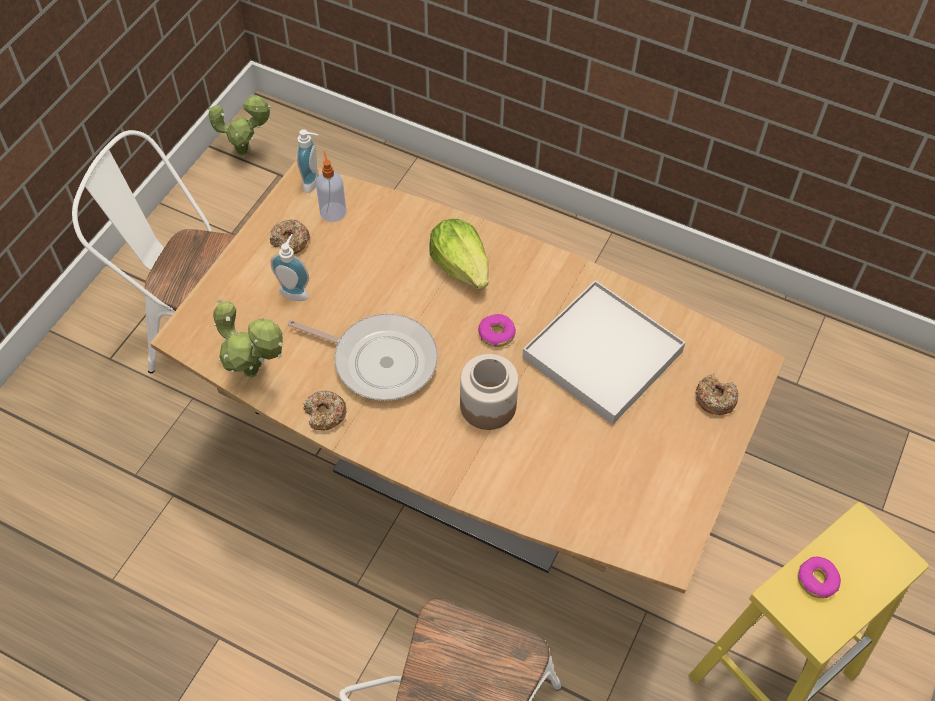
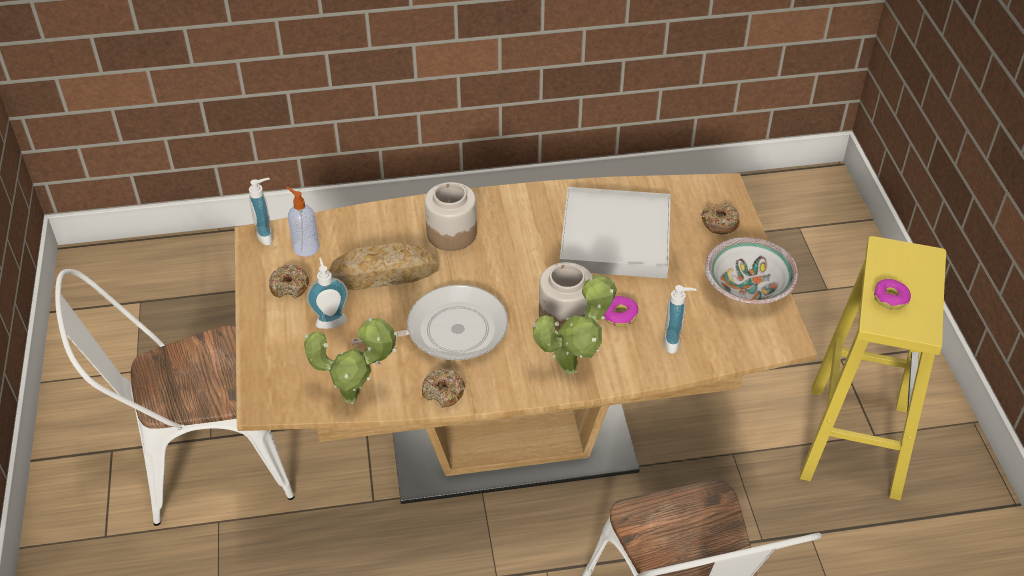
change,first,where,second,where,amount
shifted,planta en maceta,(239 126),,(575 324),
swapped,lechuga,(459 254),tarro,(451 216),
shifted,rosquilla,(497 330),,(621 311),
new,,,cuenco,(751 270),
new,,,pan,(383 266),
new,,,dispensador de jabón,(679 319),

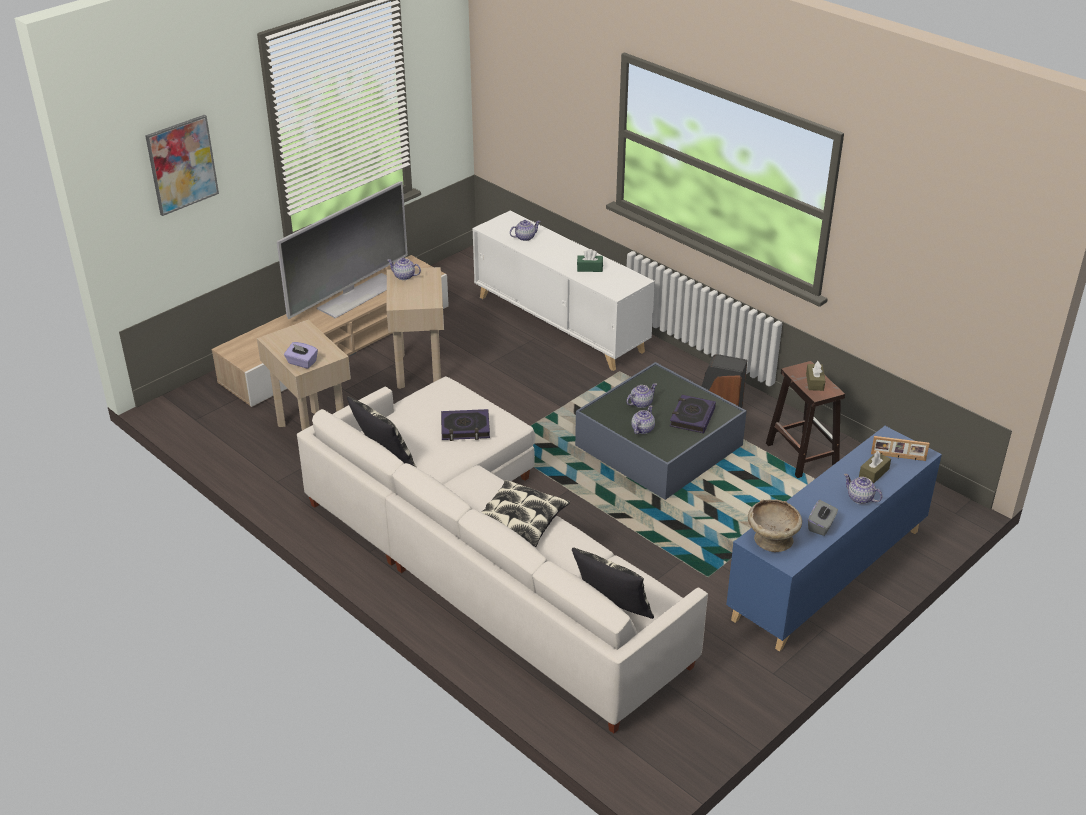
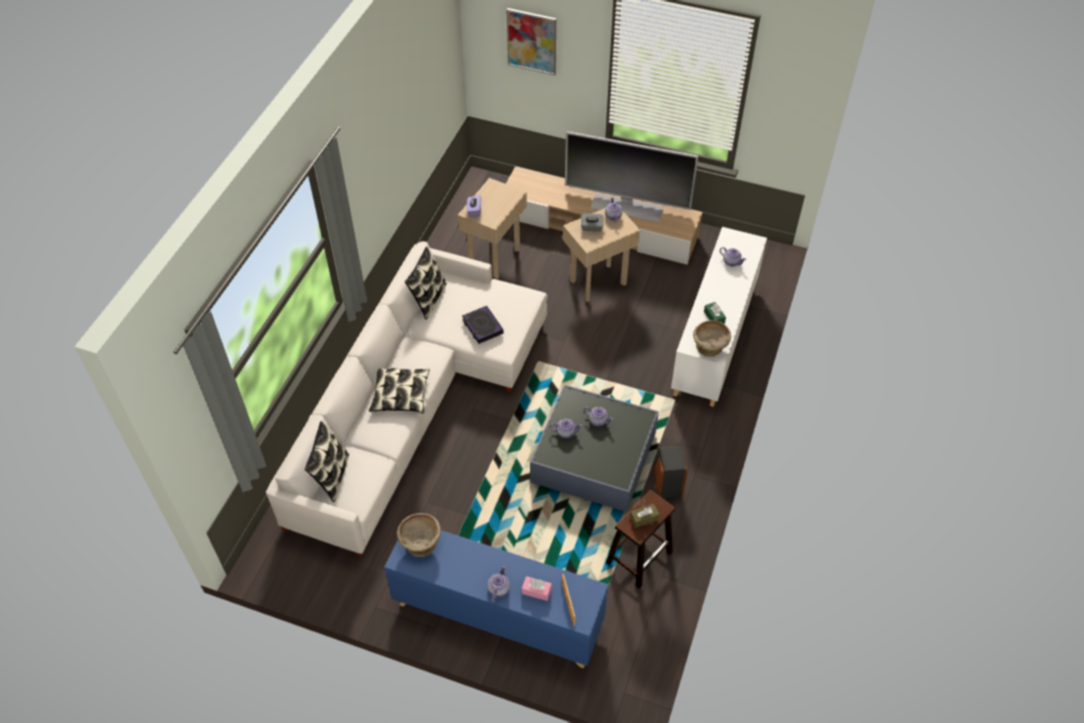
change,first,where,second,where,amount
gone,libro,(693 414),,,
repainted,caja de pañuelos [marrón],(875 467),caja de pañuelos [rosa],(537 588),
shifted,caja de pañuelos [gris],(823 518),,(592 223),
new,,,cuenco [beis],(712 338),

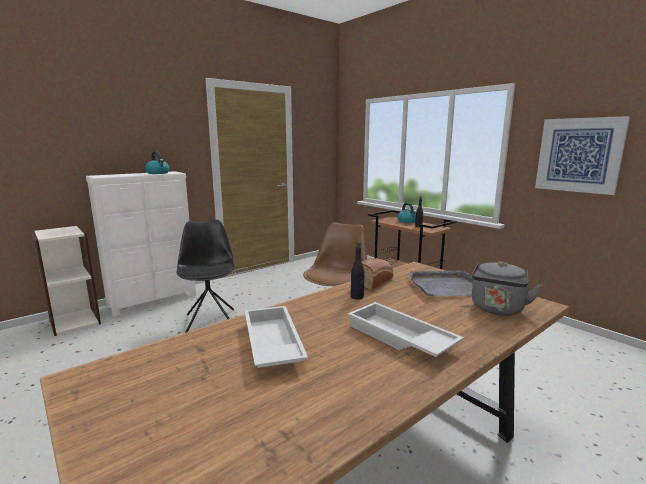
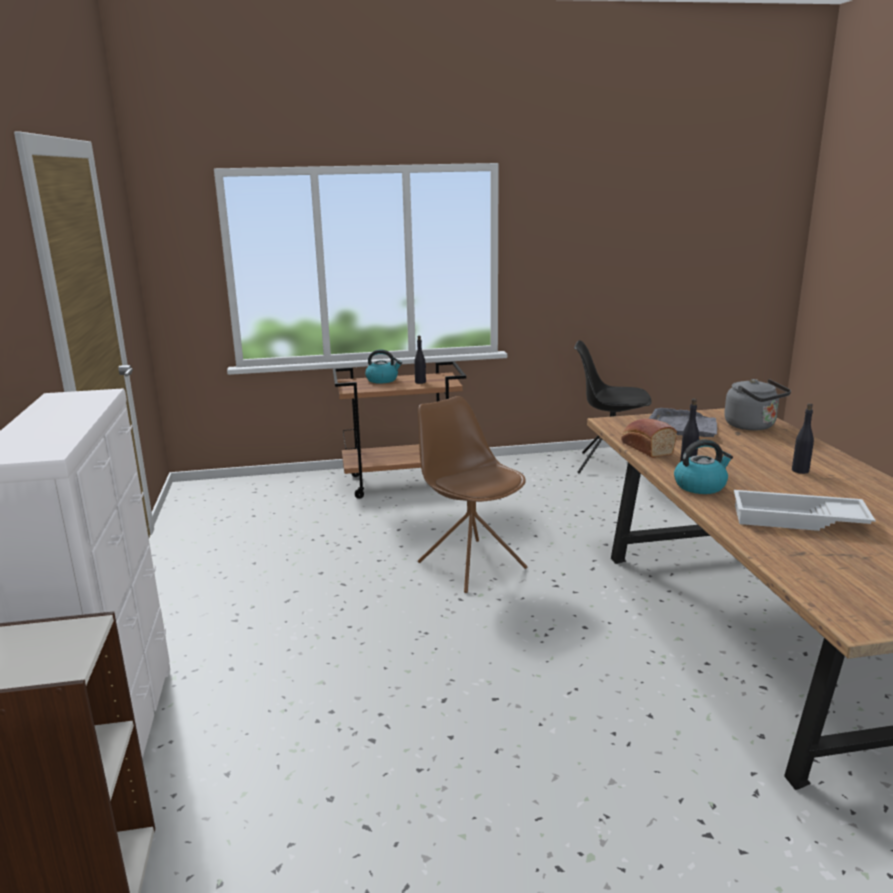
change,first,where,second,where,amount
gone,cuadro,(582 155),,,
shifted,hervidor,(157 162),,(703 467),
shifted,silla [negro],(206 276),,(613 408),
swapped,bandeja [blanco],(406 329),botella [negro],(803 438),

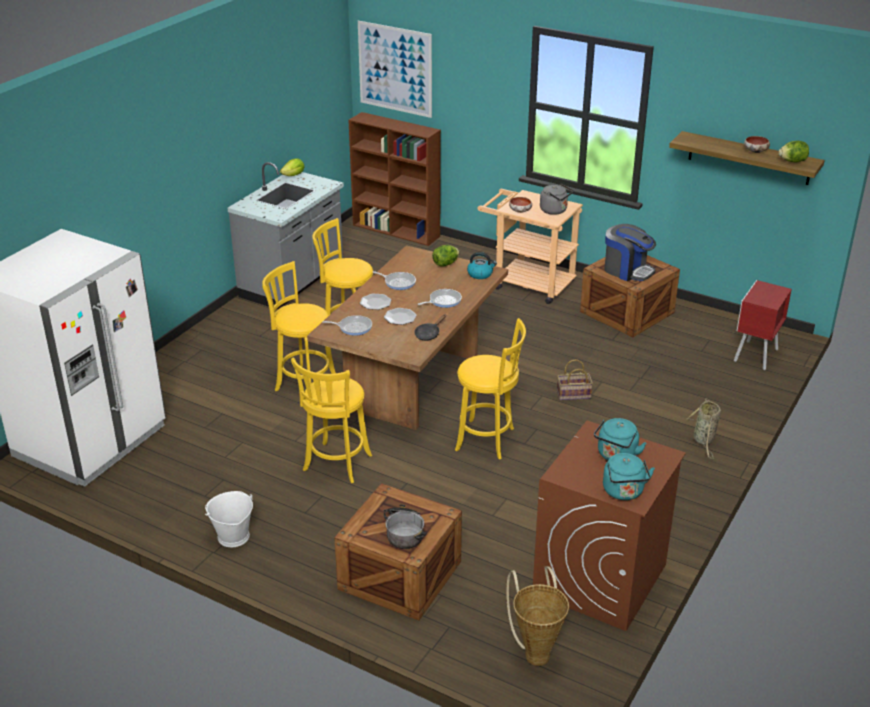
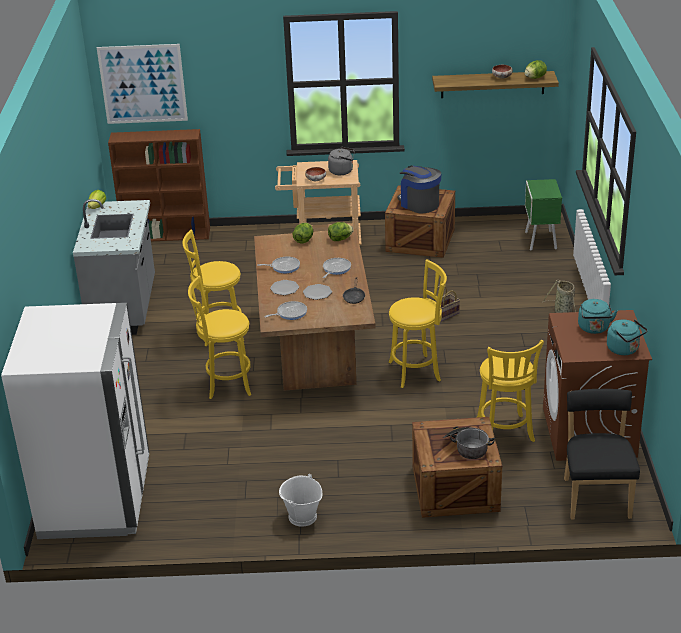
change,first,where,second,where,amount
rotated,cafetera,(630 252),,(419 189),135 degrees counterclockwise
swapped,hervidor,(482 265),lechuga,(340 231),
repainted,mesita de noche [rojo],(763 325),mesita de noche [verde],(543 214),
shifted,taburete [amarillo],(331 420),,(510 391),
swapped,cesta,(537 616),silla [negro],(602 454),

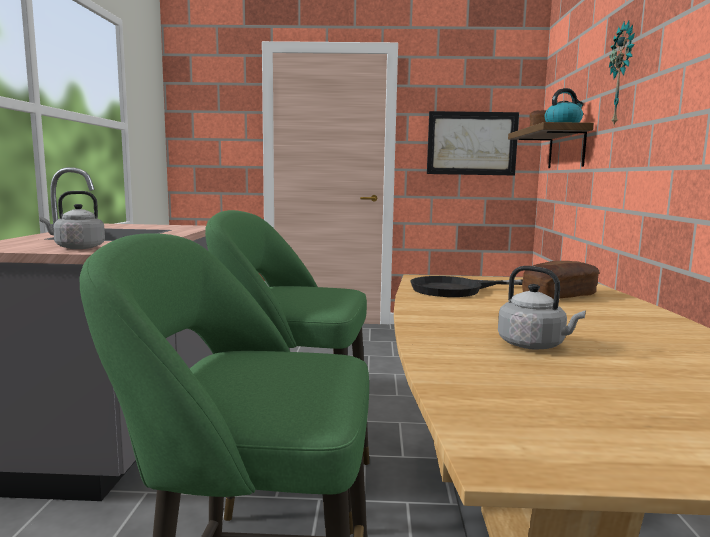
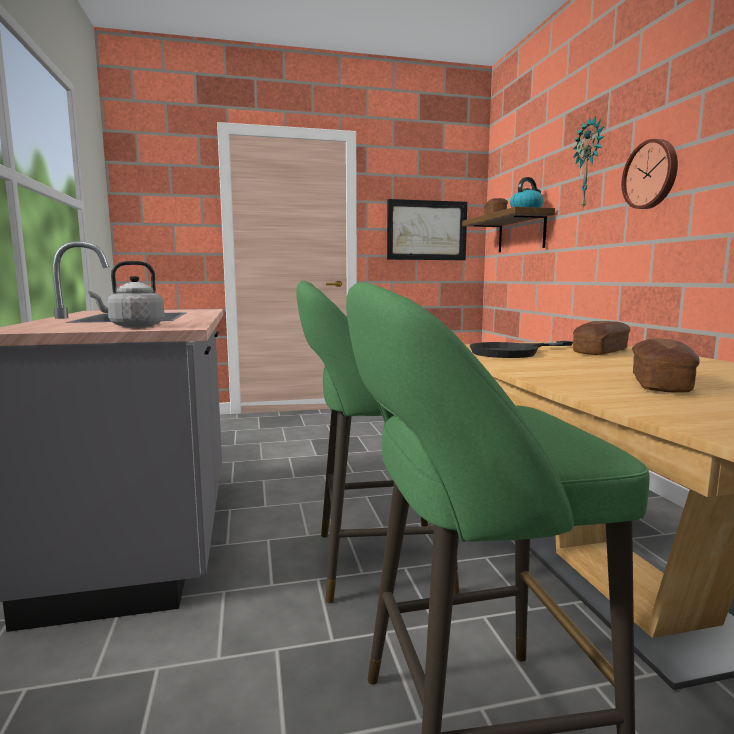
change,first,where,second,where,amount
swapped,hervidor [gris],(542 308),pan,(666 366),
new,,,reloj de pared,(650 174),

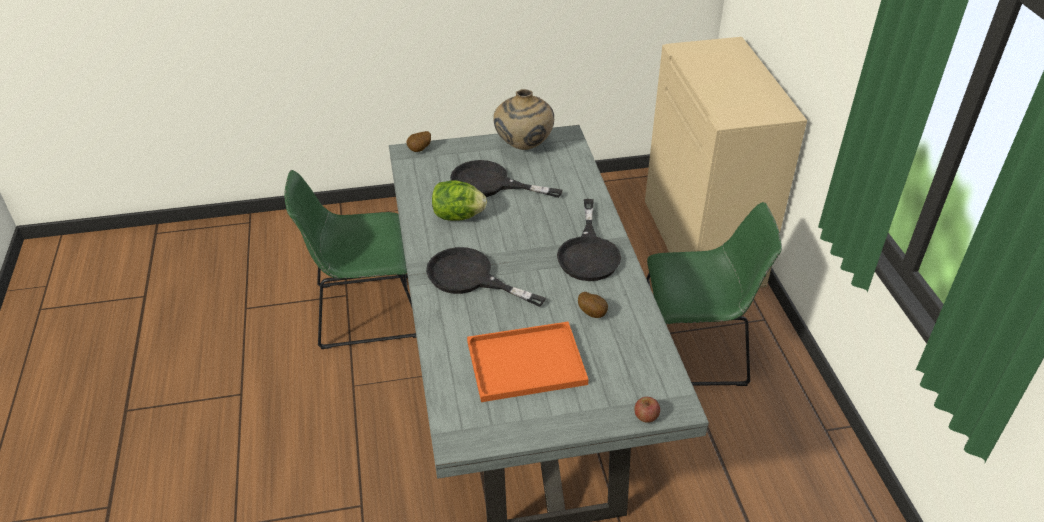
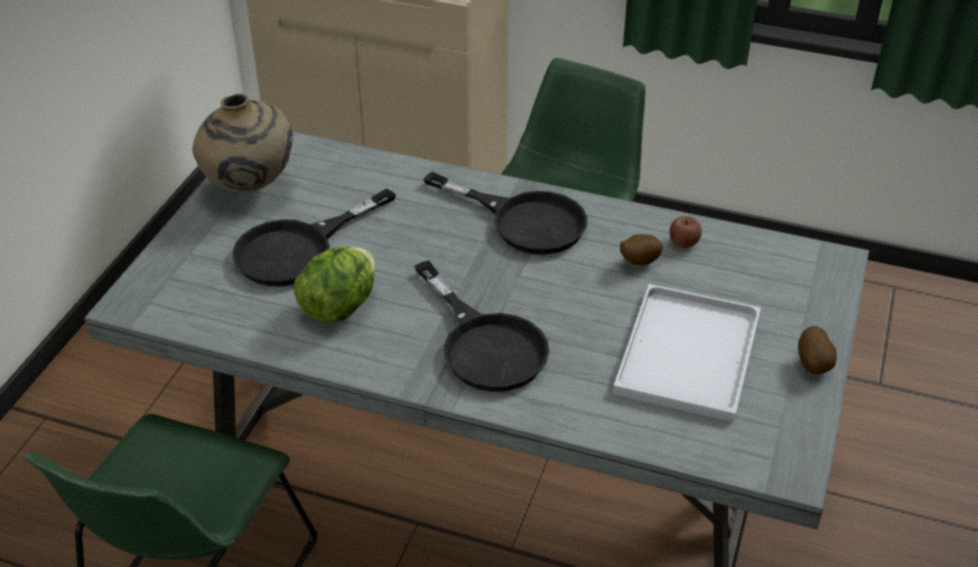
change,first,where,second,where,amount
shifted,patata,(418 141),,(817 350),
rotated,sartén [negro],(486 277),,(482 326),90 degrees counterclockwise
repainted,bandeja [naranja],(528 362),bandeja [blanco],(687 353),
shifted,manzana,(647 410),,(685 232),

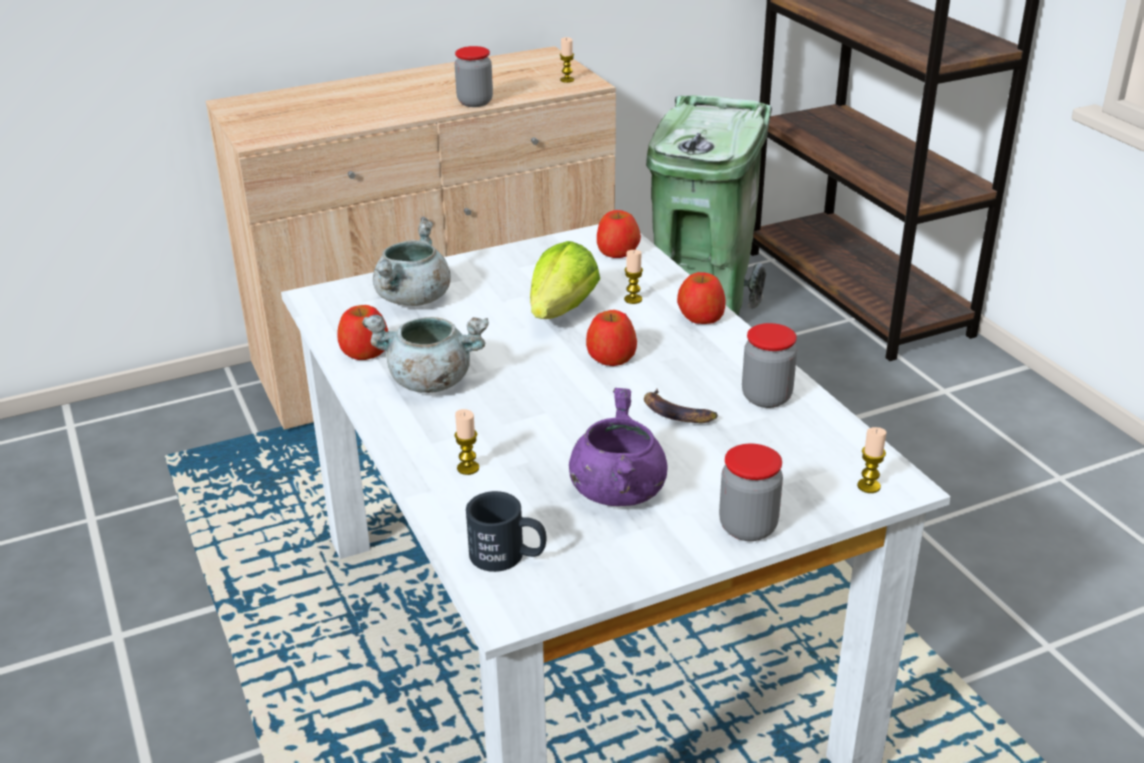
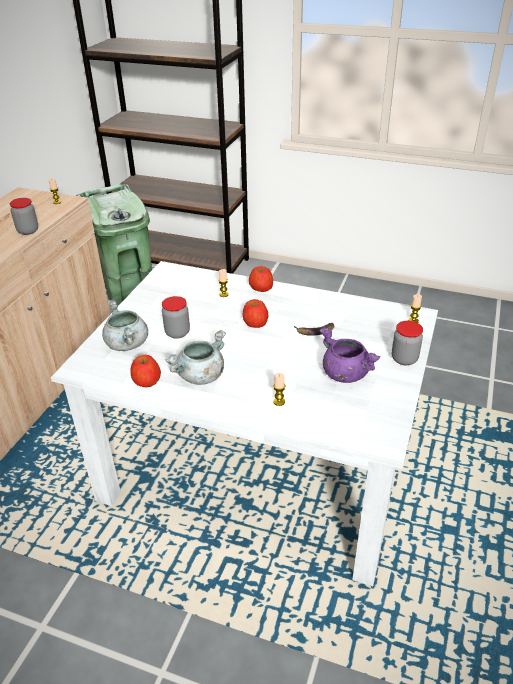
change,first,where,second,where,amount
gone,manzana,(619 234),,,
gone,lechuga,(565 280),,,
shifted,tarro,(769 365),,(176 317),
gone,taza grande [negro],(506 531),,,

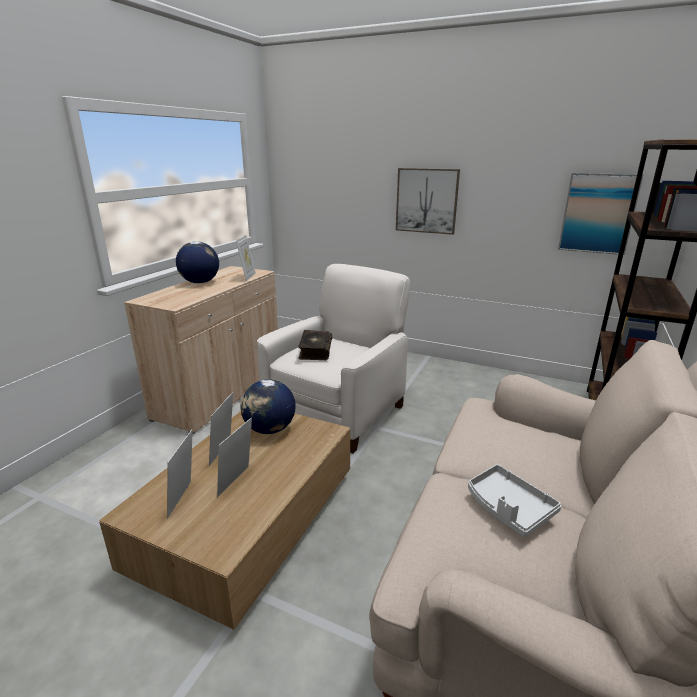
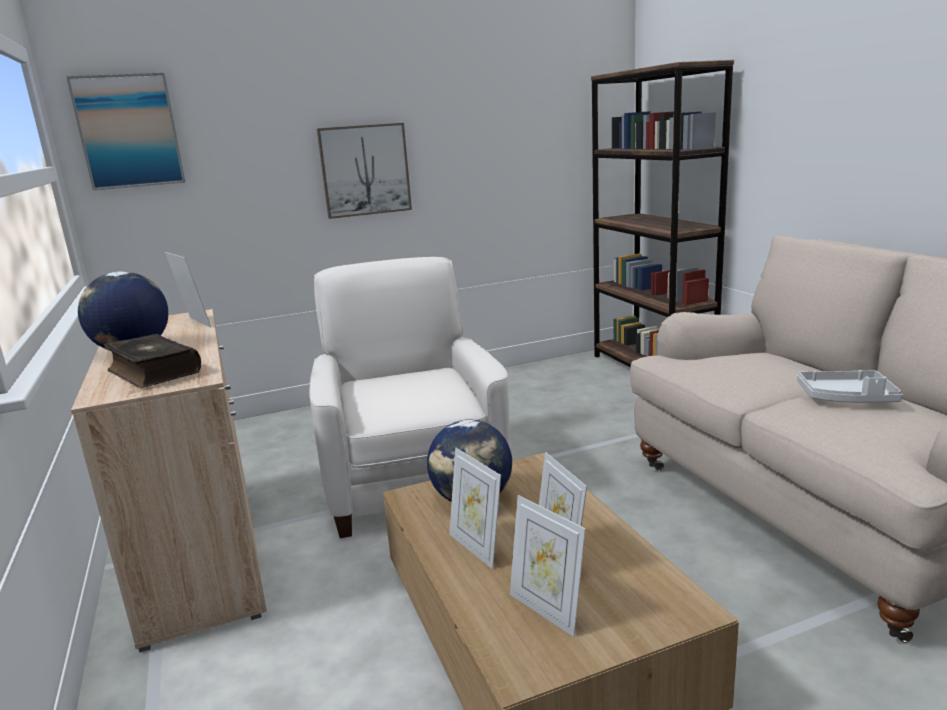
change,first,where,second,where,amount
shifted,cuadro,(600 214),,(125 131),
shifted,libro,(315 345),,(152 361),

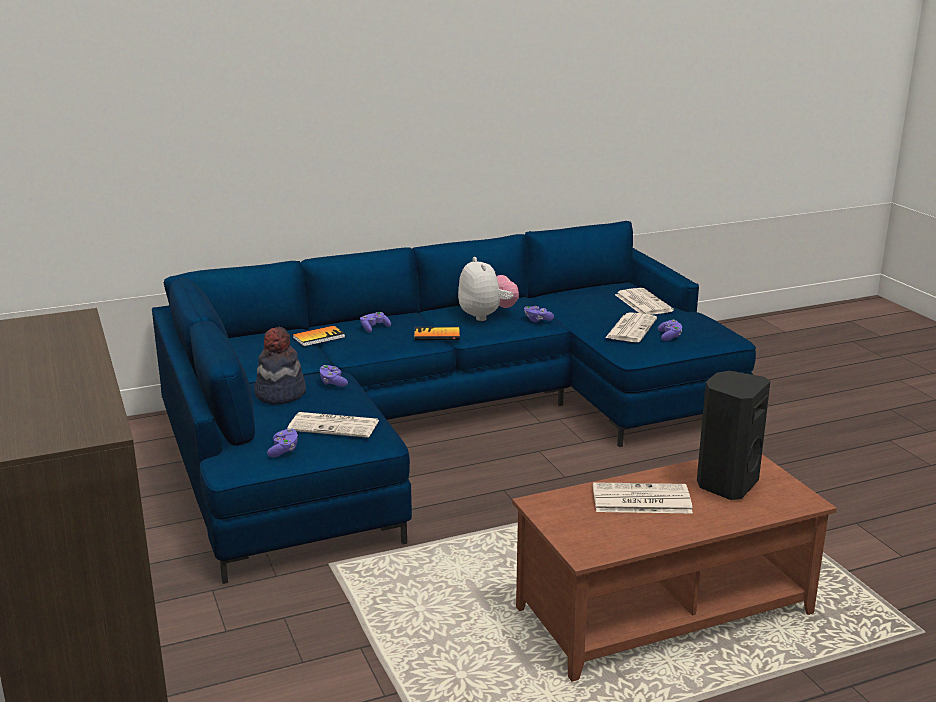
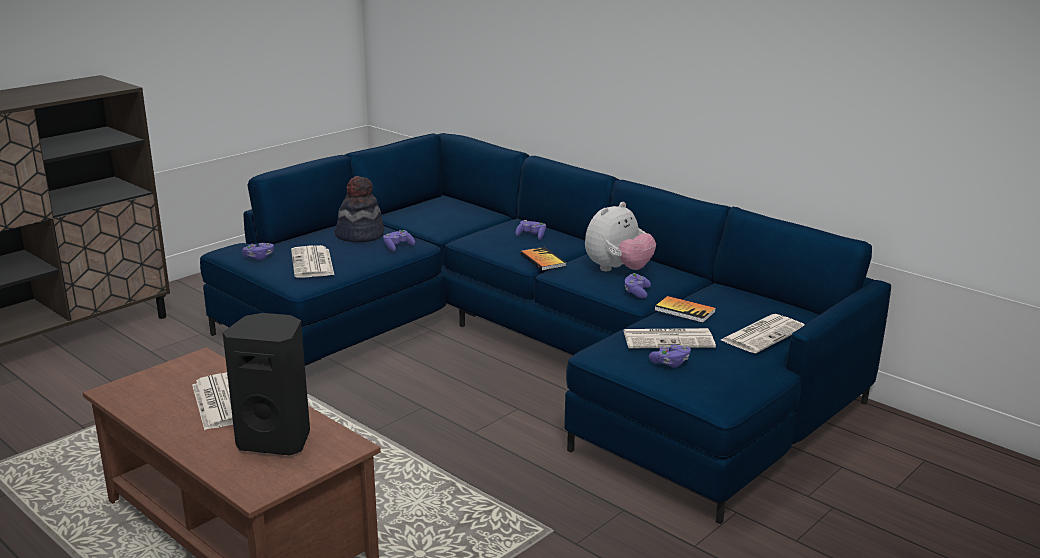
change,first,where,second,where,amount
shifted,libro,(319 336),,(685 309),

